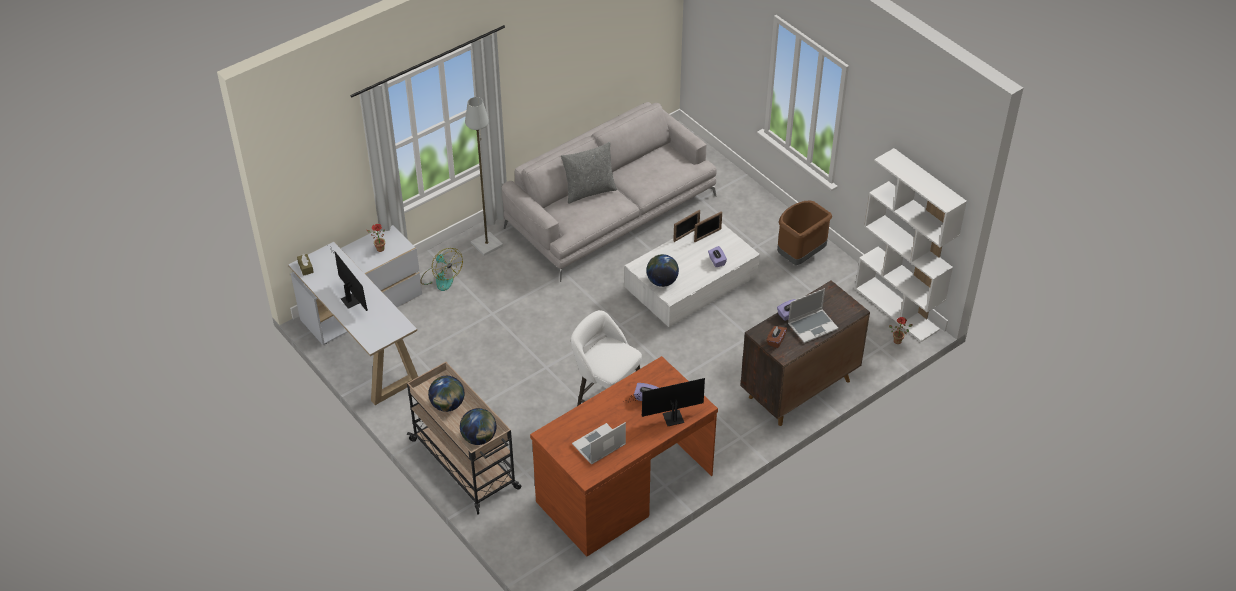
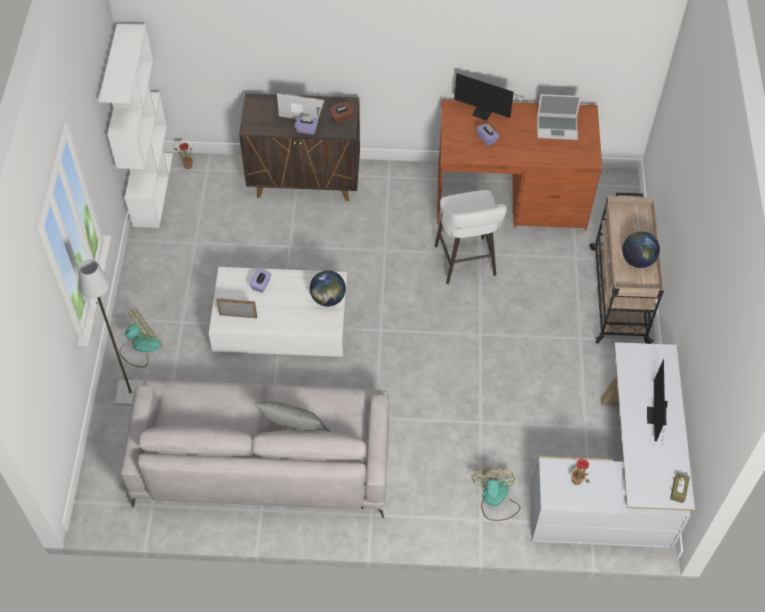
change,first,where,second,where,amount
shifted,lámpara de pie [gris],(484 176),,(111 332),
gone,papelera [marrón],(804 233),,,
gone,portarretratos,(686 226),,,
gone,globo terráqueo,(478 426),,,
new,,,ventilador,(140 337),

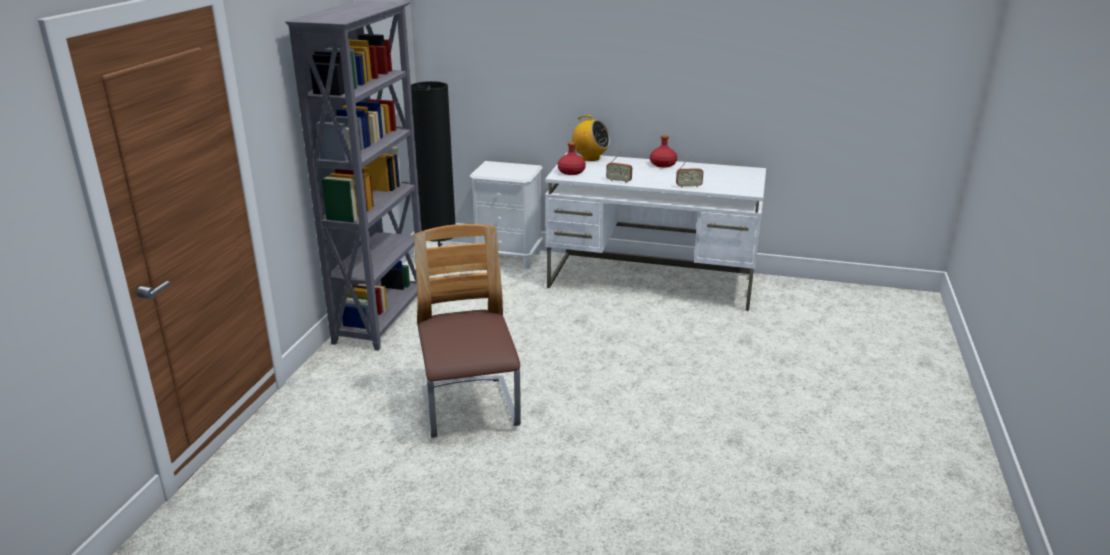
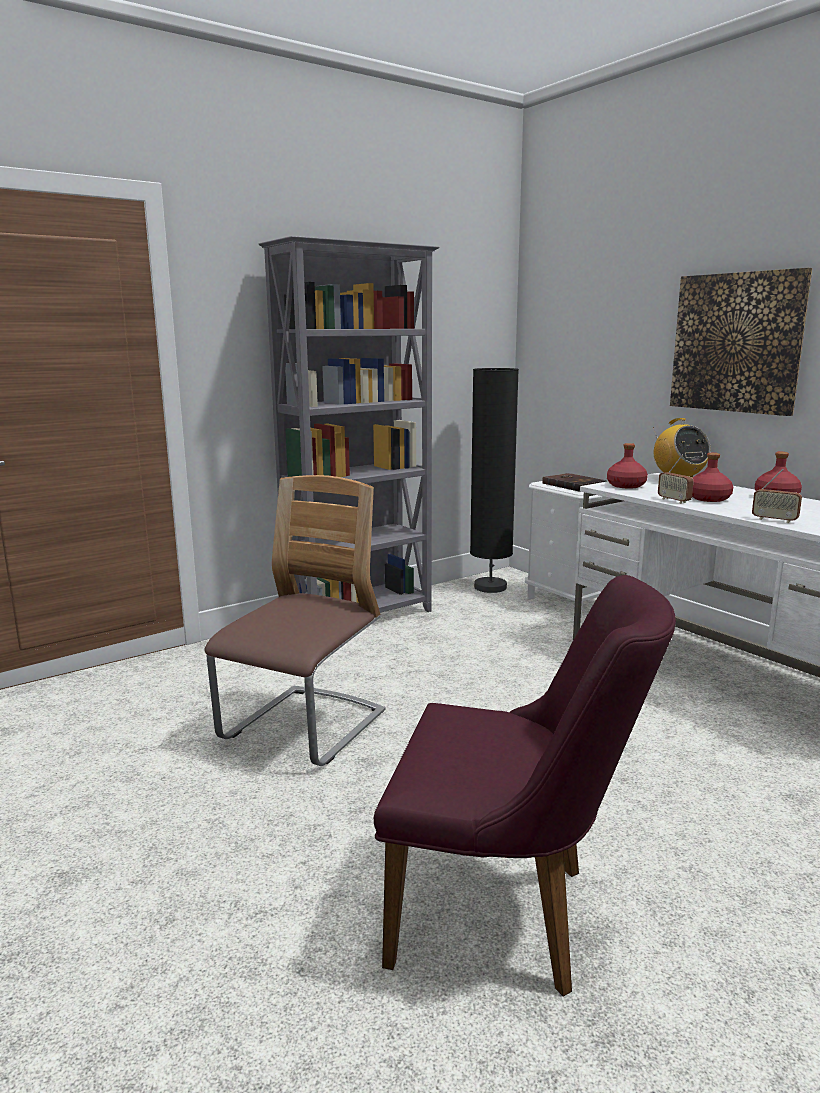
change,first,where,second,where,amount
new,,,cuadro,(741 342),
new,,,botella [rojo],(712 477),
new,,,libro [marrón],(574 482),
new,,,silla [morado],(525 786),

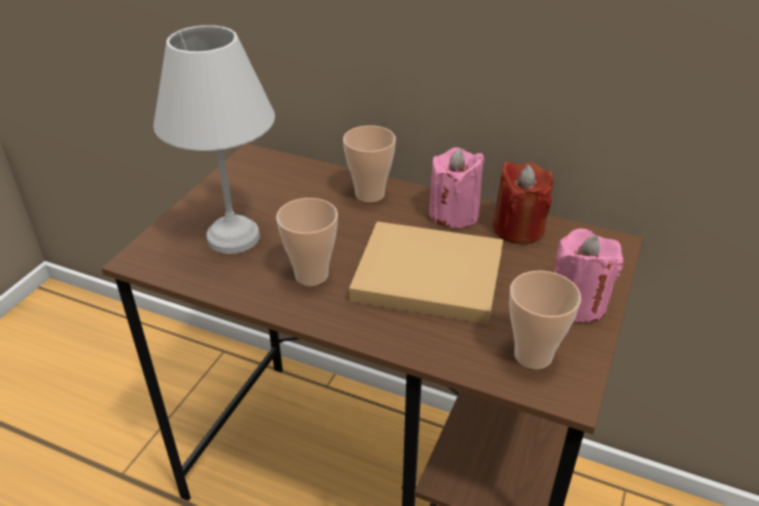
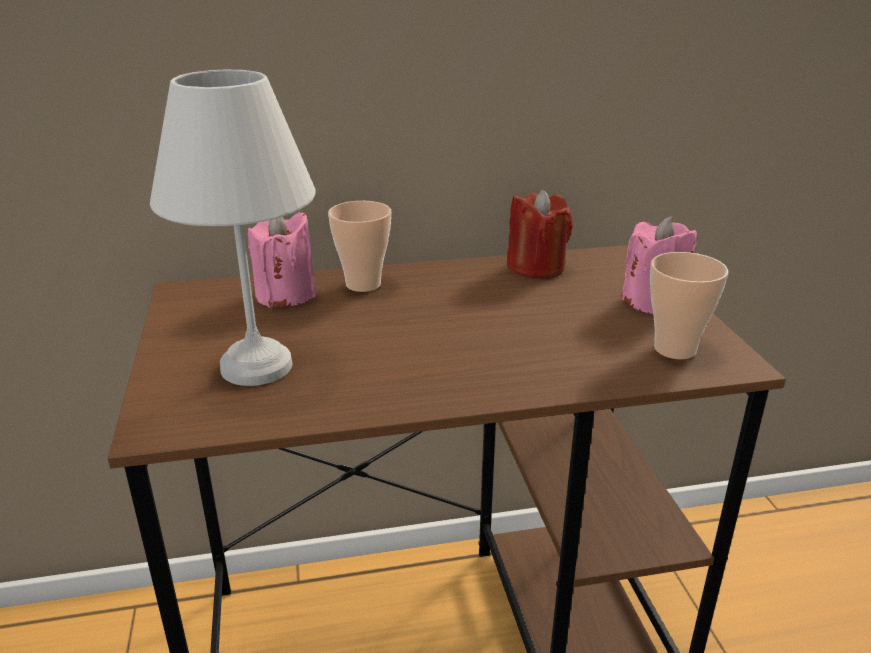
change,first,where,second,where,amount
shifted,vela [rosa],(457 187),,(282 260),
gone,taza,(307 242),,,
gone,libro [beis],(426 272),,,

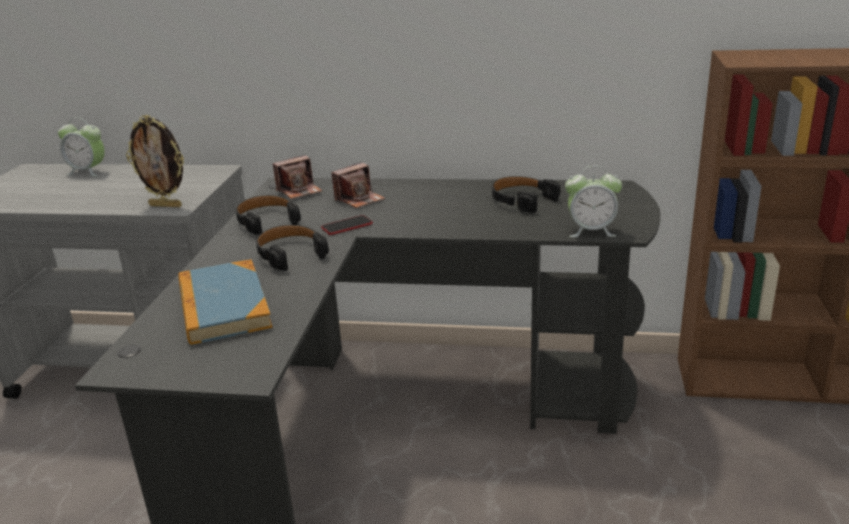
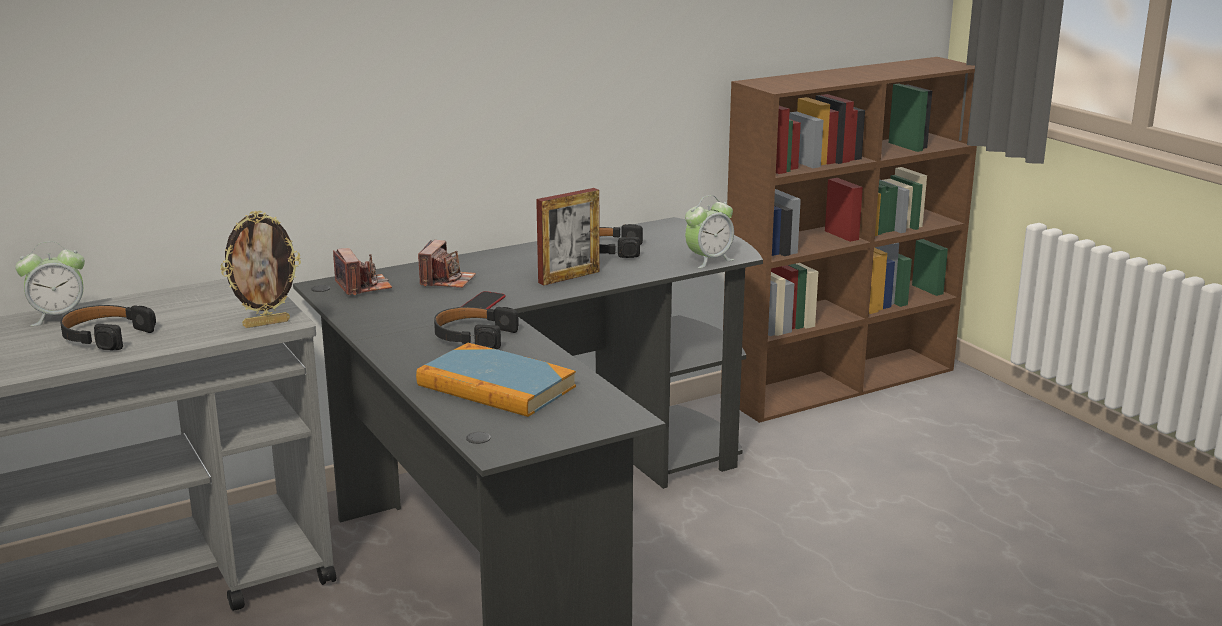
change,first,where,second,where,amount
rotated,cámara,(297 177),,(362 271),45 degrees counterclockwise
shifted,auriculares [negro],(268 215),,(108 327),
new,,,portarretratos,(568 237),

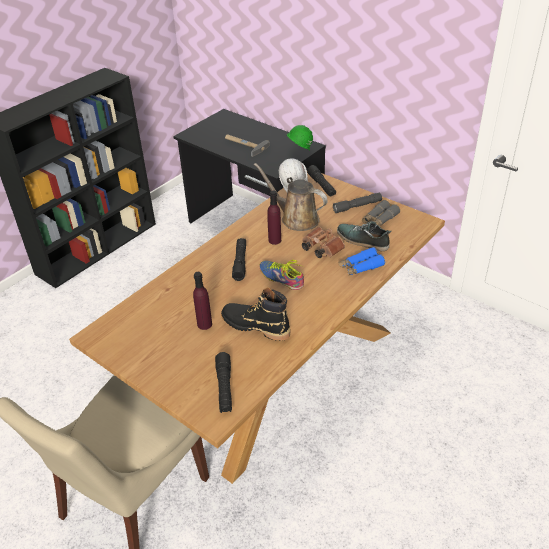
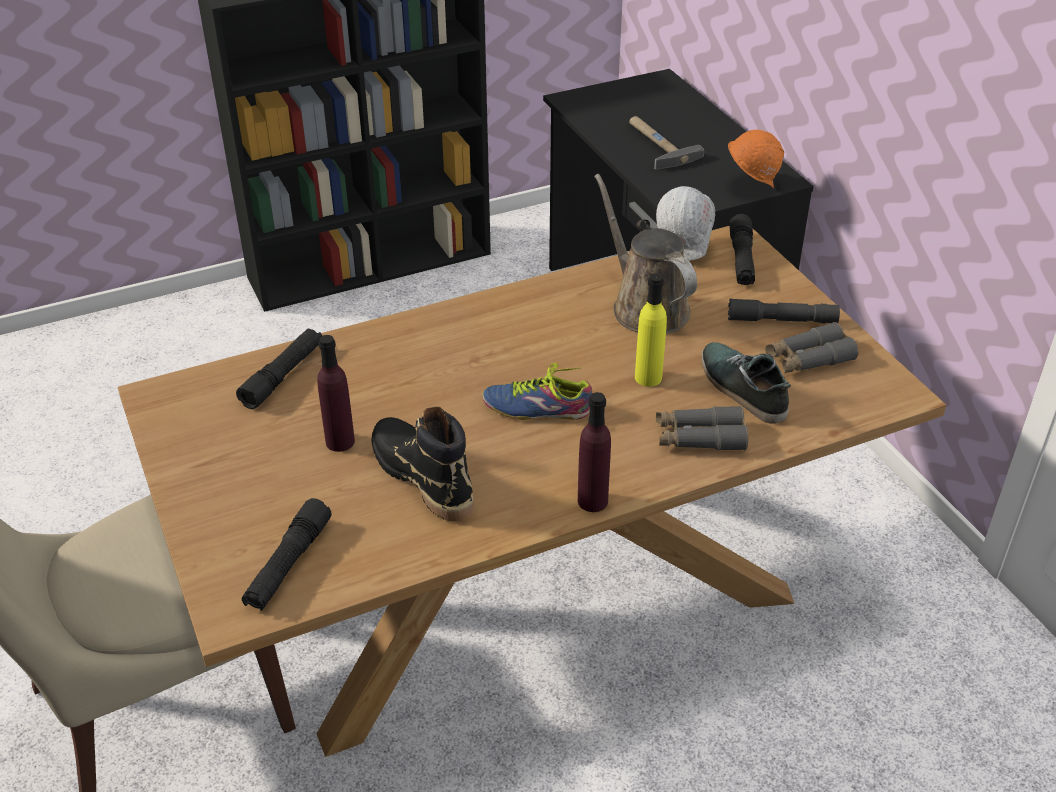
change,first,where,second,where,amount
repainted,casco [verde],(300 137),casco [naranja],(756 159),
shifted,botella [morado],(274 218),,(594 452),
swapped,prismáticos [marrón],(323 242),botella [amarillo],(651 330),
shifted,linterna [negro],(239 259),,(279 368),
repainted,prismáticos [azul],(362 261),prismáticos [gris],(702 428),
rotated,zapato,(281 275),,(537 391),60 degrees counterclockwise

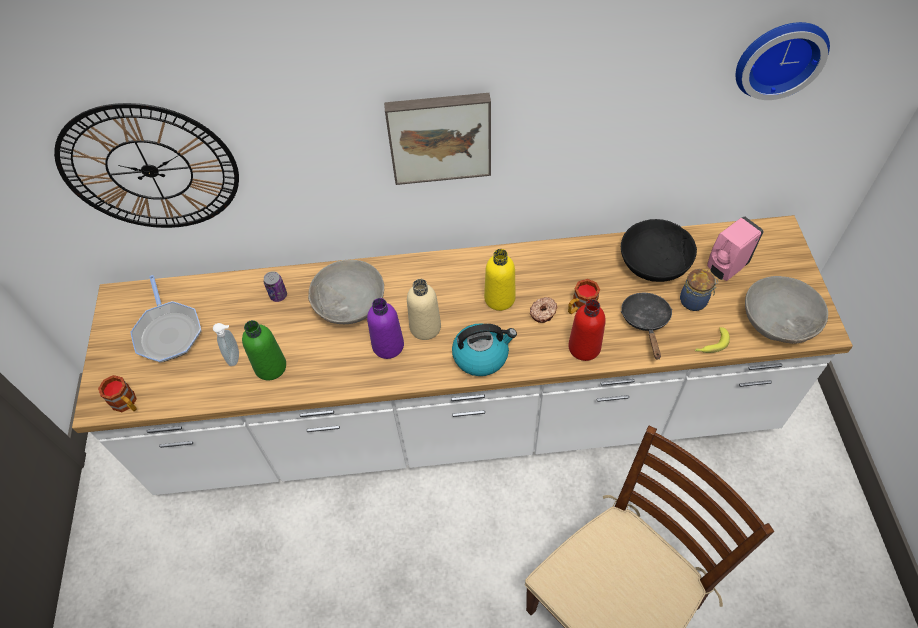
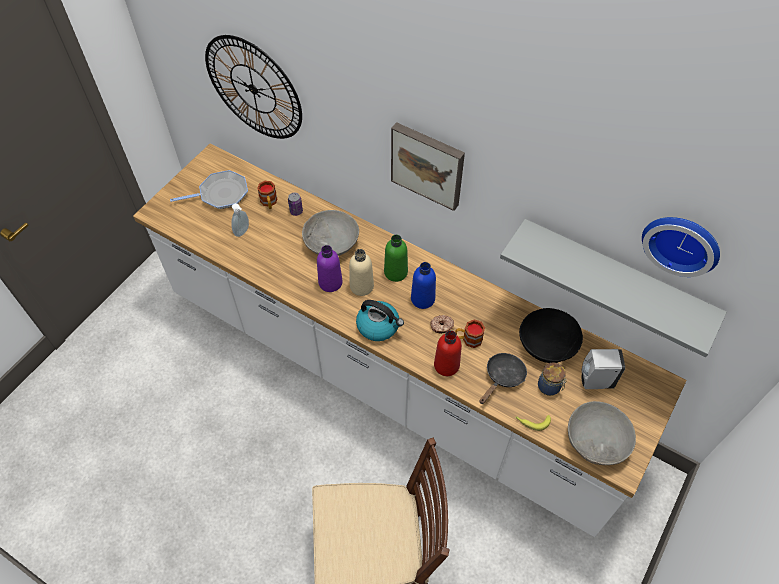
change,first,where,second,where,amount
repainted,dispensador de jabón [rosa],(735 248),dispensador de jabón [blanco],(603 369),
repainted,botella [amarillo],(500 280),botella [azul],(423 285),
rotated,sartén,(165 319),,(209 189),120 degrees counterclockwise
shifted,botella [verde],(264 350),,(396 258),
shifted,taza grande,(117 393),,(267 195),
new,,,estante [gris],(613 288),

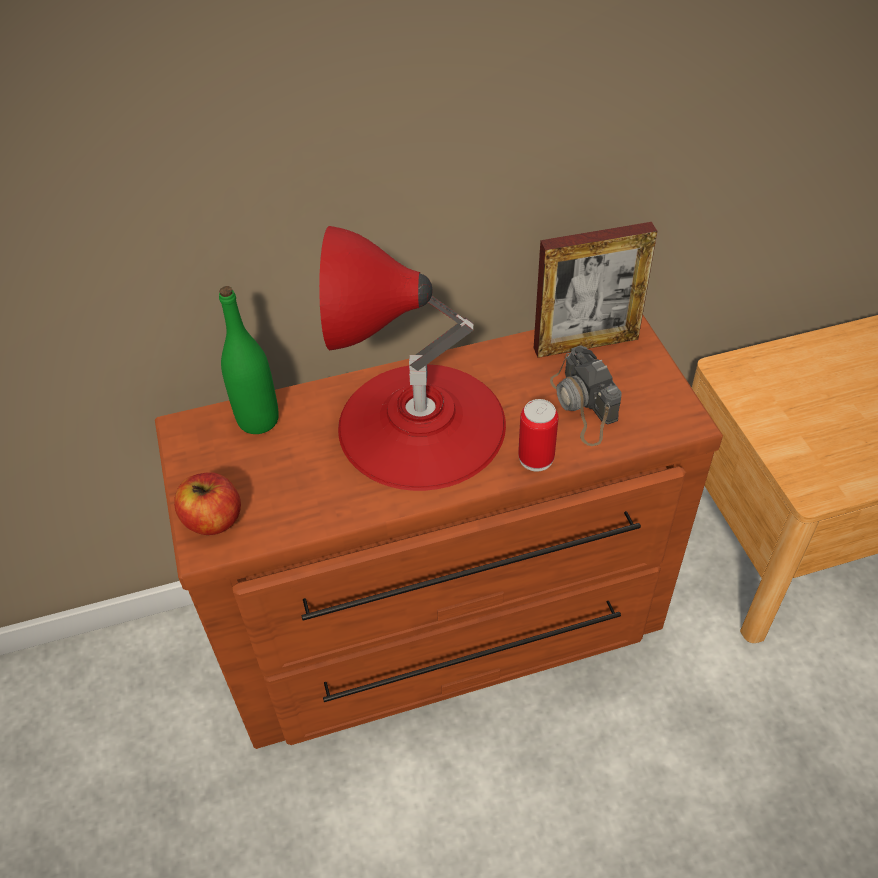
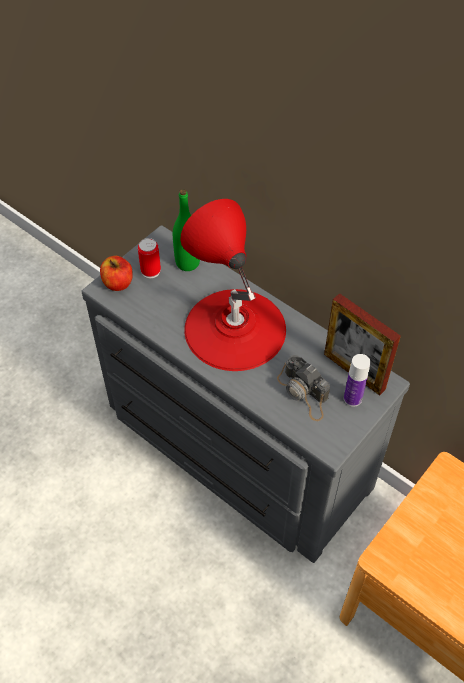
change,first,where,second,where,amount
repainted,cómoda [marrón],(439 532),cómoda [gris],(245 394),
rotated,cámara,(586 395),,(303 388),75 degrees counterclockwise
shifted,lata,(538 435),,(149 258),
new,,,botella,(357 380),

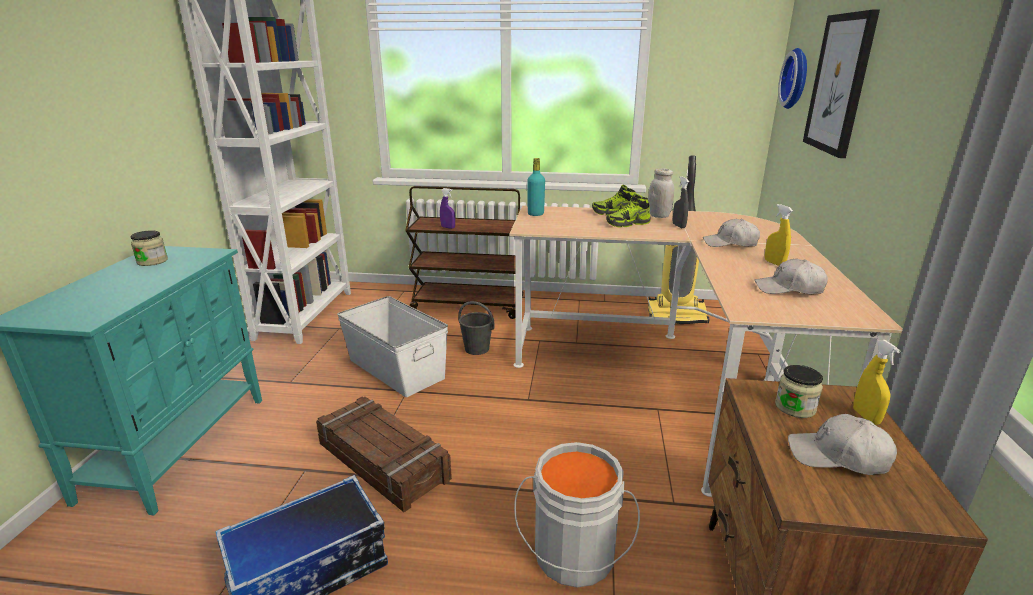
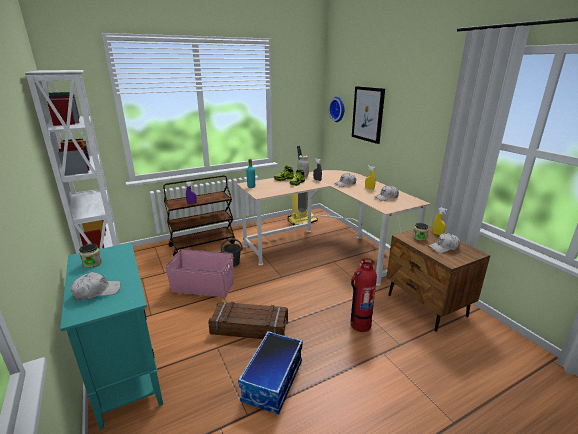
change,first,where,second,where,amount
repainted,caja de almacenaje [blanco],(392 346),caja de almacenaje [rosa],(199 273),
swapped,cubo [gris],(577 514),extintor,(363 295),
new,,,gorra [blanco],(96 286),

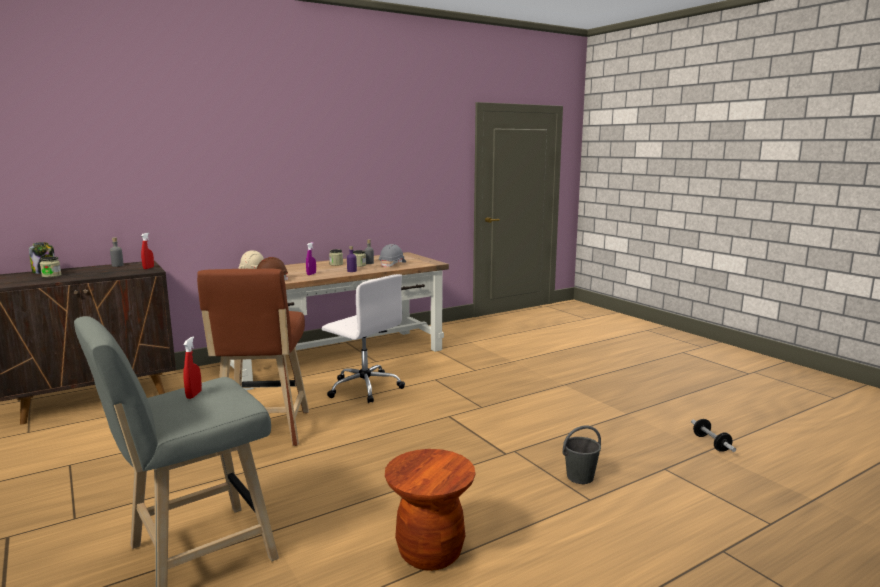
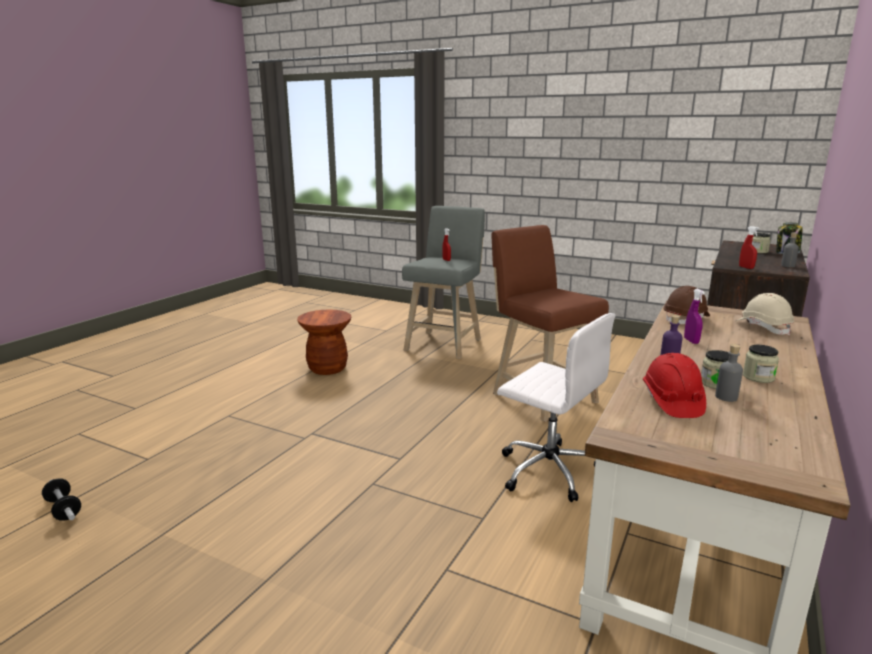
change,first,where,second,where,amount
repainted,casco [gris],(392 256),casco [rojo],(674 385),
rotated,silla de oficina [blanco],(363 338),,(556 407),150 degrees counterclockwise
gone,cubo [gris],(582 455),,,

